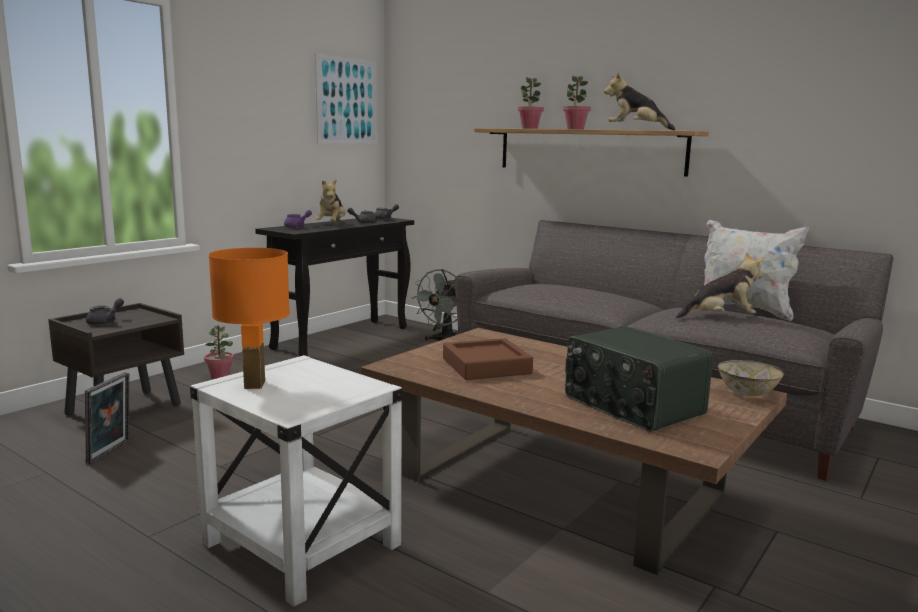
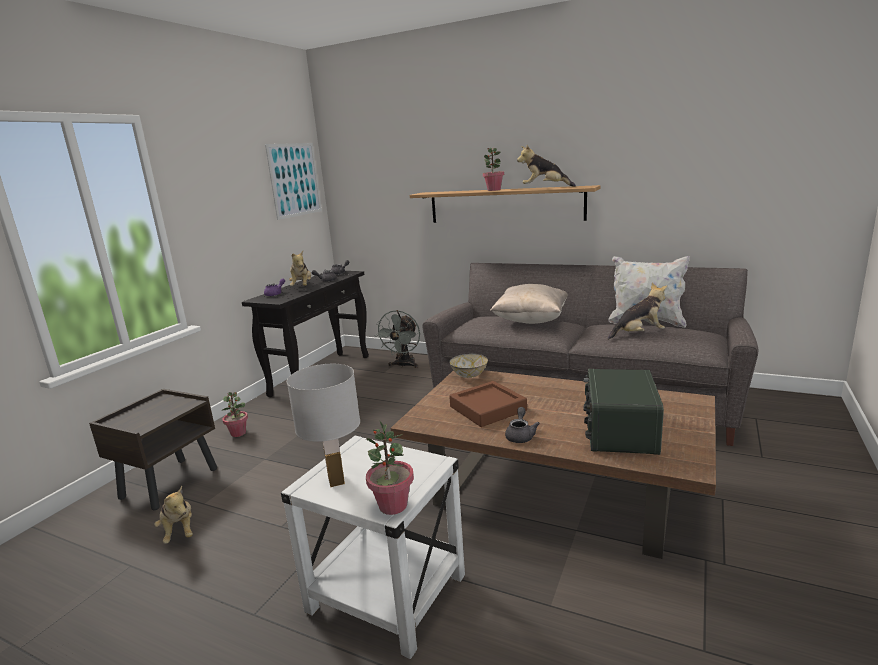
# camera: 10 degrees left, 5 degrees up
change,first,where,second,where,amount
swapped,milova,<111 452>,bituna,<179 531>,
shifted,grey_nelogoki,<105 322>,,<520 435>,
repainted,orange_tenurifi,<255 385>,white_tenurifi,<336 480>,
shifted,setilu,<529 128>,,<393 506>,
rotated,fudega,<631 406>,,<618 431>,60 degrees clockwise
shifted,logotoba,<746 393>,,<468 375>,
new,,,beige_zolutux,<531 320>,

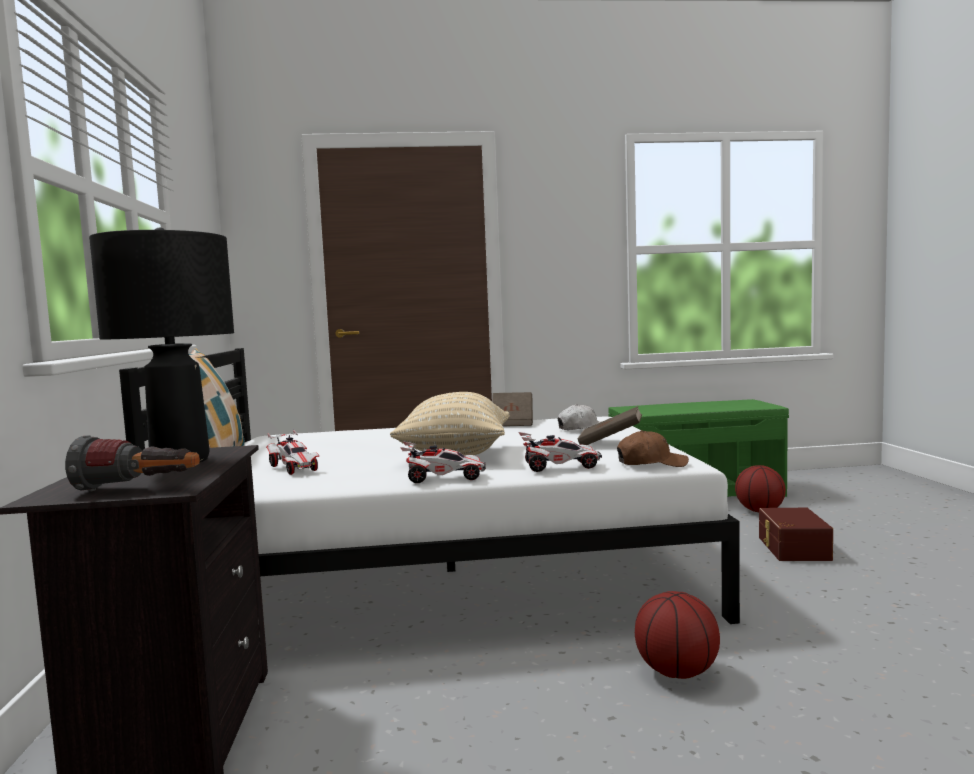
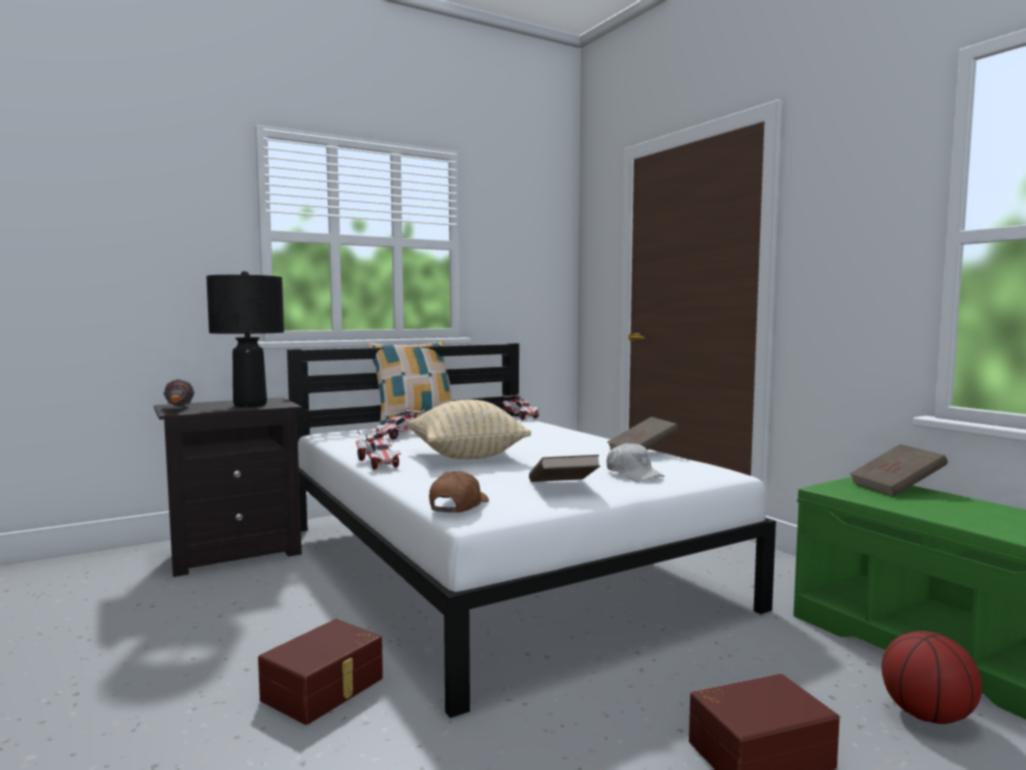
# camera: 65 degrees right, 0 degrees up
change,first,where,second,where,amount
shifted,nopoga,<560 467>,,<521 416>,
rotated,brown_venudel,<651 463>,,<458 506>,135 degrees counterclockwise
swapped,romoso,<676 672>,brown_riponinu,<325 689>,
new,,,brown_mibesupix,<896 487>,

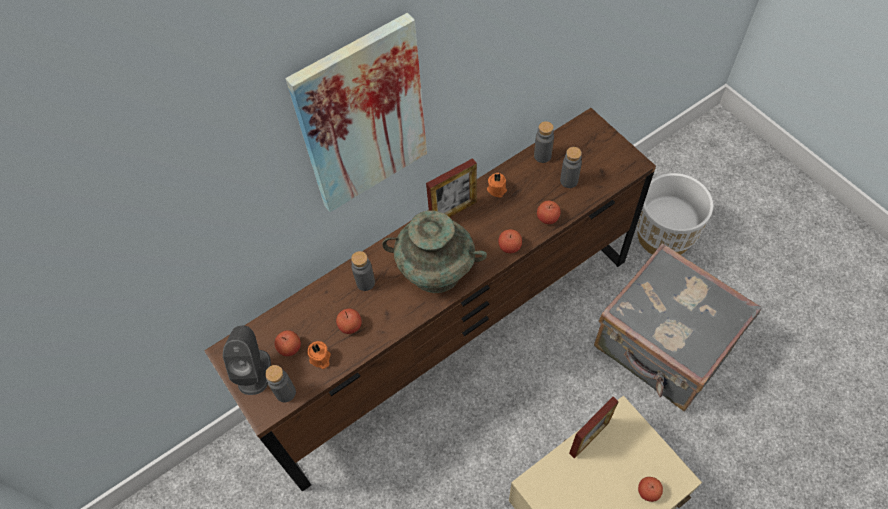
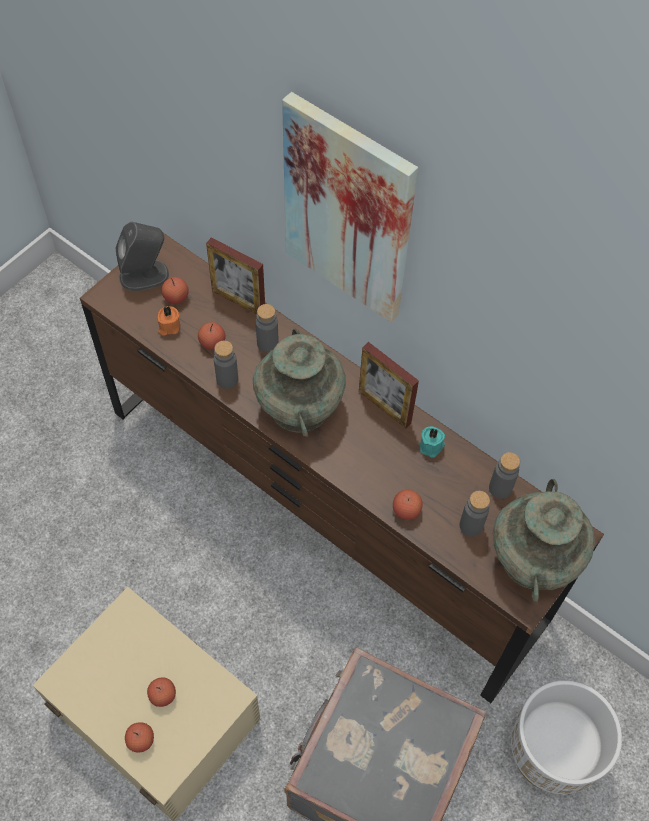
# camera: 70 degrees right, 0 degrees up
change,first,where,second,where,amount
shifted,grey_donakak,<285 392>,,<227 379>,
repainted,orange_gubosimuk,<497 189>,turquoise_gubosimuk,<432 446>,
shifted,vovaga,<509 246>,,<163 695>,
shifted,milova,<589 438>,,<238 301>,
new,,,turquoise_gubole,<533 559>,

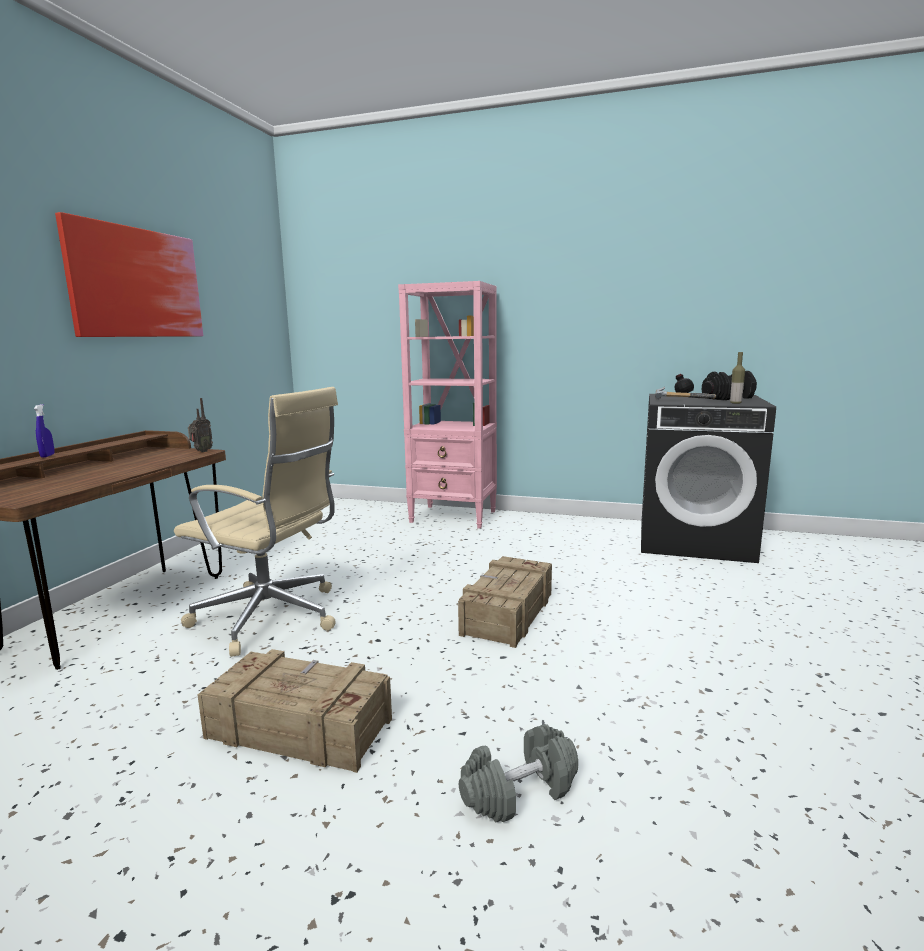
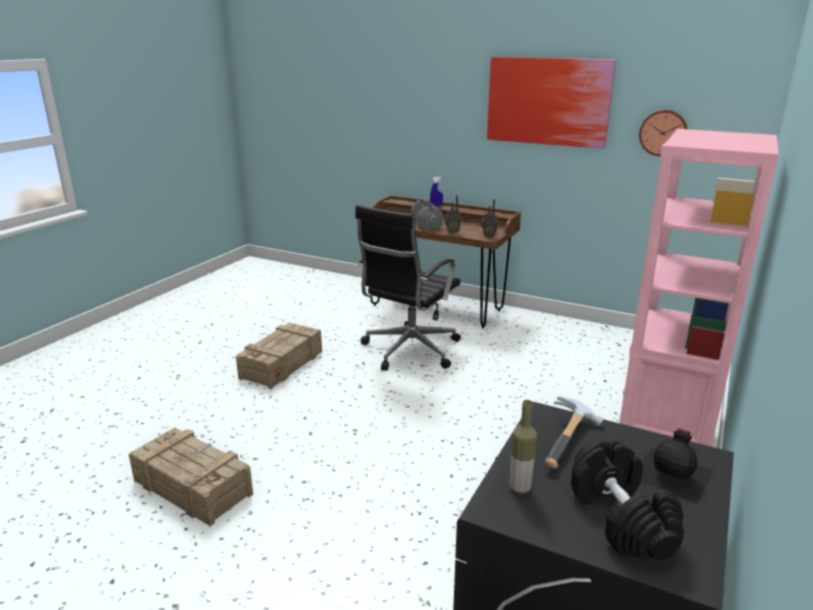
# camera: 100 degrees right, 10 degrees up
change,first,where,second,where,amount
repainted,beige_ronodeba,<272 618>,black_ronodeba,<409 350>,
shifted,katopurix,<507 614>,,<193 486>,
shifted,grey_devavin,<519 792>,,<426 224>,
new,,,fudega,<452 232>,
new,,,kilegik,<663 132>,

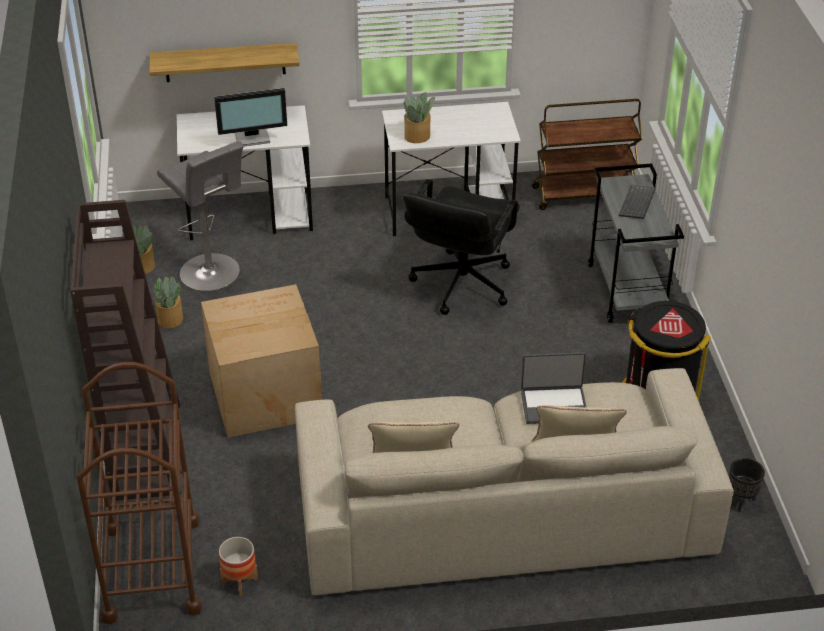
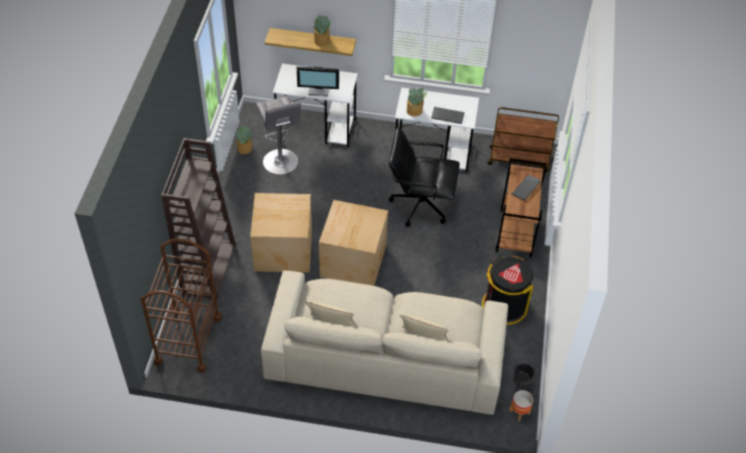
# camera: 15 degrees right, 10 degrees up
change,first,where,second,where,amount
shifted,setilu,<170 319>,,<321 41>,
shifted,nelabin,<240 581>,,<519 412>,
rotated,black_ronodeba,<460 284>,,<420 204>,60 degrees clockwise
gone,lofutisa,<554 405>,,,
repainted,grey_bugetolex,<627 291>,brown_bugetolex,<516 233>,
new,,,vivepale,<352 261>,
new,,,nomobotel,<448 115>,

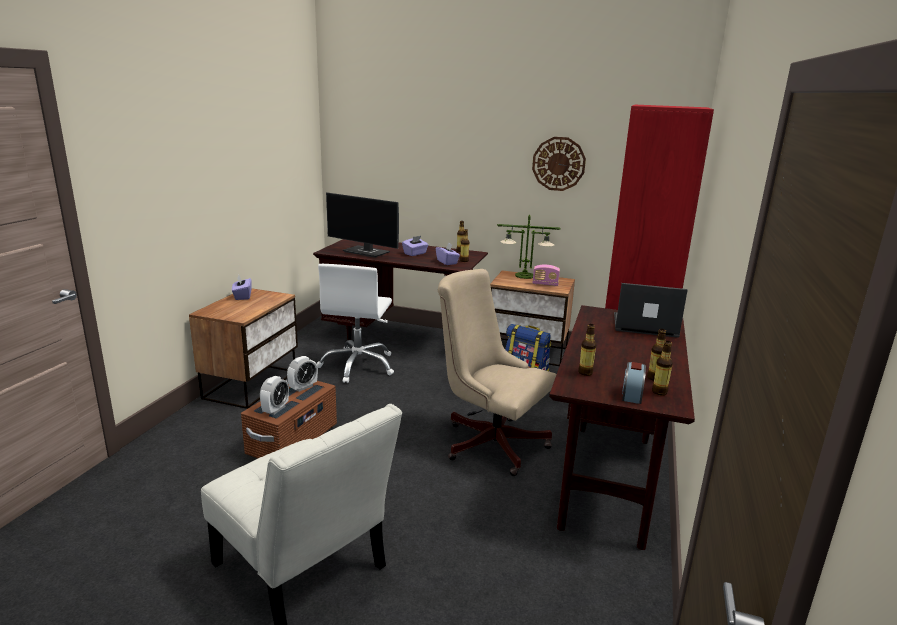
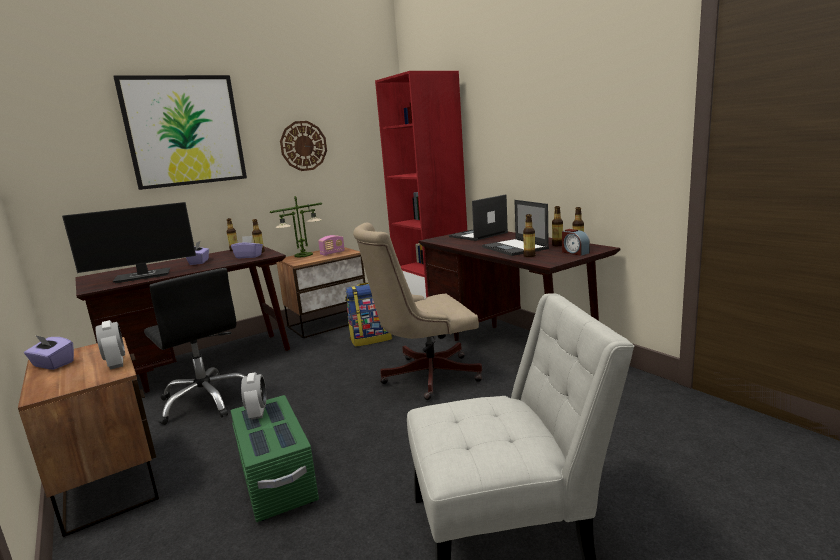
# camera: 50 degrees left, 5 degrees down
change,first,where,second,where,amount
repainted,brown_riponinu,<293 440>,green_riponinu,<277 479>,
shifted,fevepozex,<275 409>,,<116 364>,
repainted,white_ronodeba,<358 365>,black_ronodeba,<206 400>,
new,,,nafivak,<184 131>,
new,,,lofutisa,<515 248>,

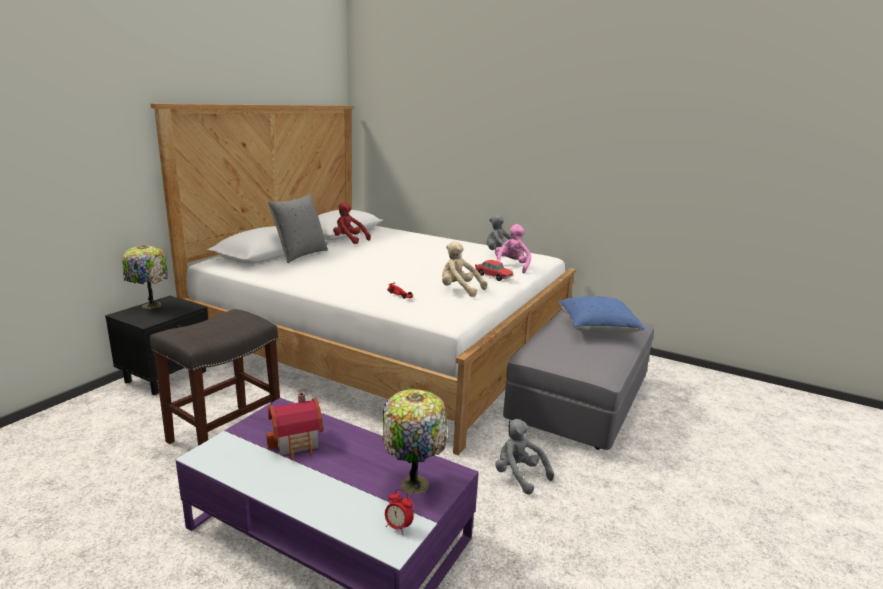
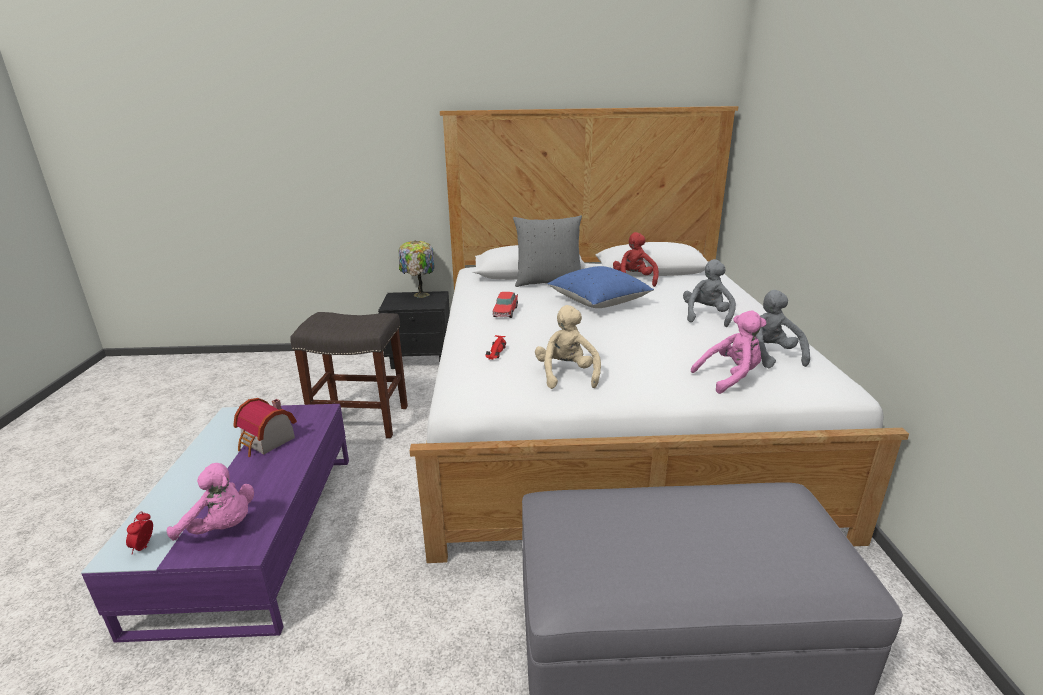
# camera: 60 degrees right, 5 degrees up
change,first,where,second,where,amount
swapped,tenurifi,<413 483>,pink_bituna,<222 528>,
shifted,nopoga,<493 276>,,<505 312>,
shifted,grey_bituna,<519 475>,,<706 316>,
shifted,blue_zolutux,<597 328>,,<598 302>,

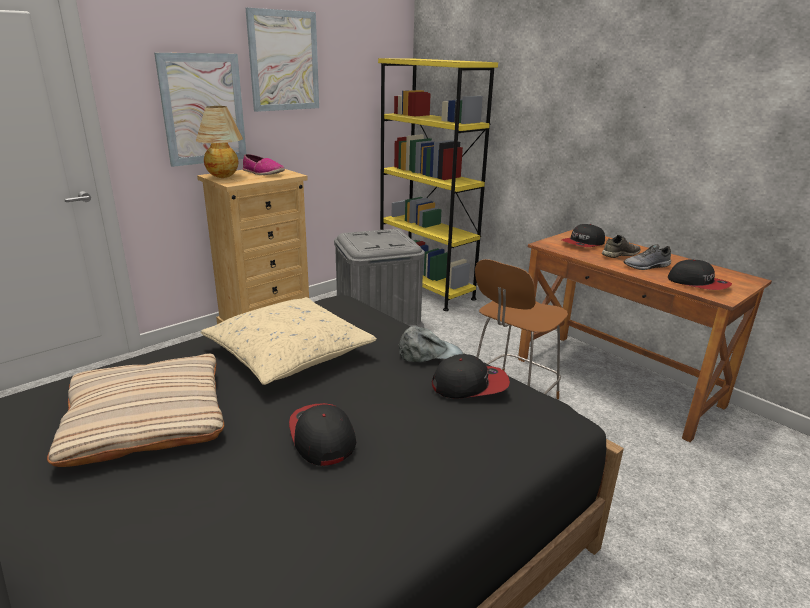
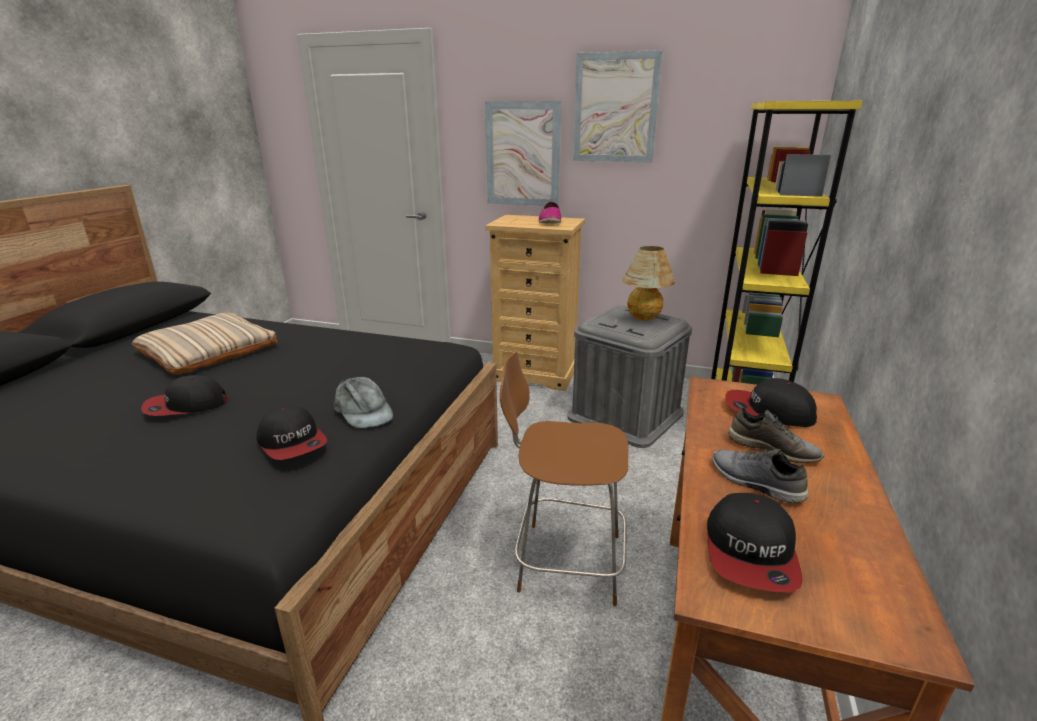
# camera: 60 degrees right, 0 degrees up
change,first,where,second,where,amount
shifted,tenurifi,<223 177>,,<644 319>,
gone,beige_zolutux,<289 353>,,,
rotated,venudel,<321 436>,,<186 405>,150 degrees counterclockwise

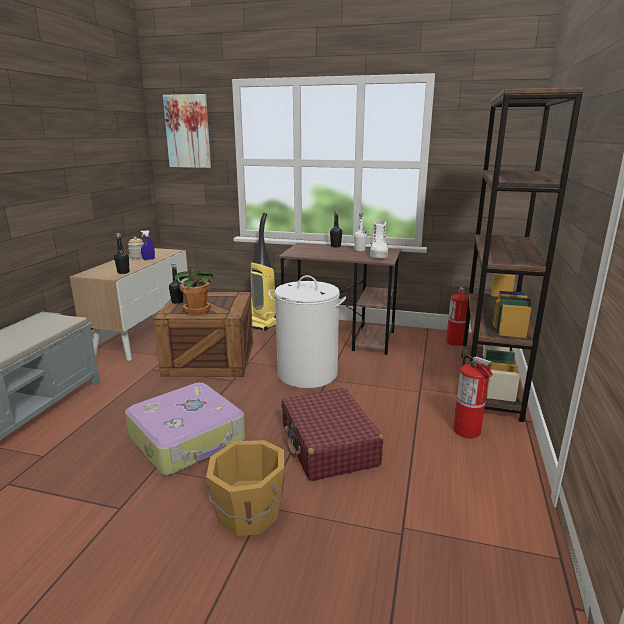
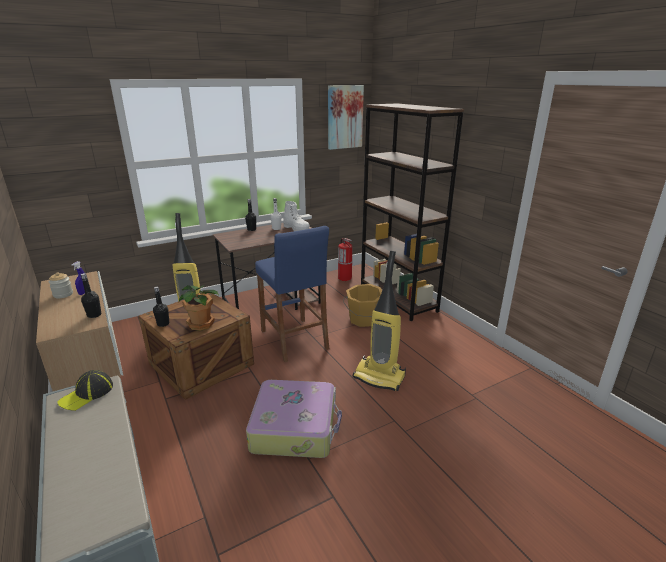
# camera: 45 degrees left, 5 degrees up
change,first,where,second,where,amount
shifted,nafivak,<188 131>,,<344 117>,
shifted,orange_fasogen,<248 514>,,<363 319>,
swapped,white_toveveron,<307 374>,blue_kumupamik,<294 340>,
swapped,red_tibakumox,<328 445>,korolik,<380 377>,
gone,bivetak,<467 431>,,,
new,,,venudel,<87 394>,

